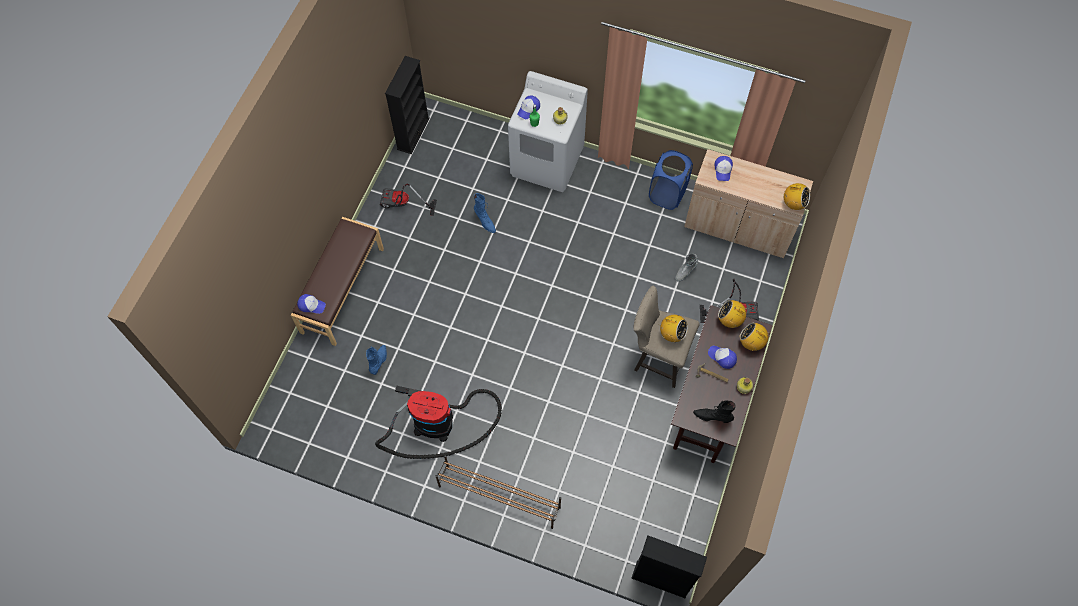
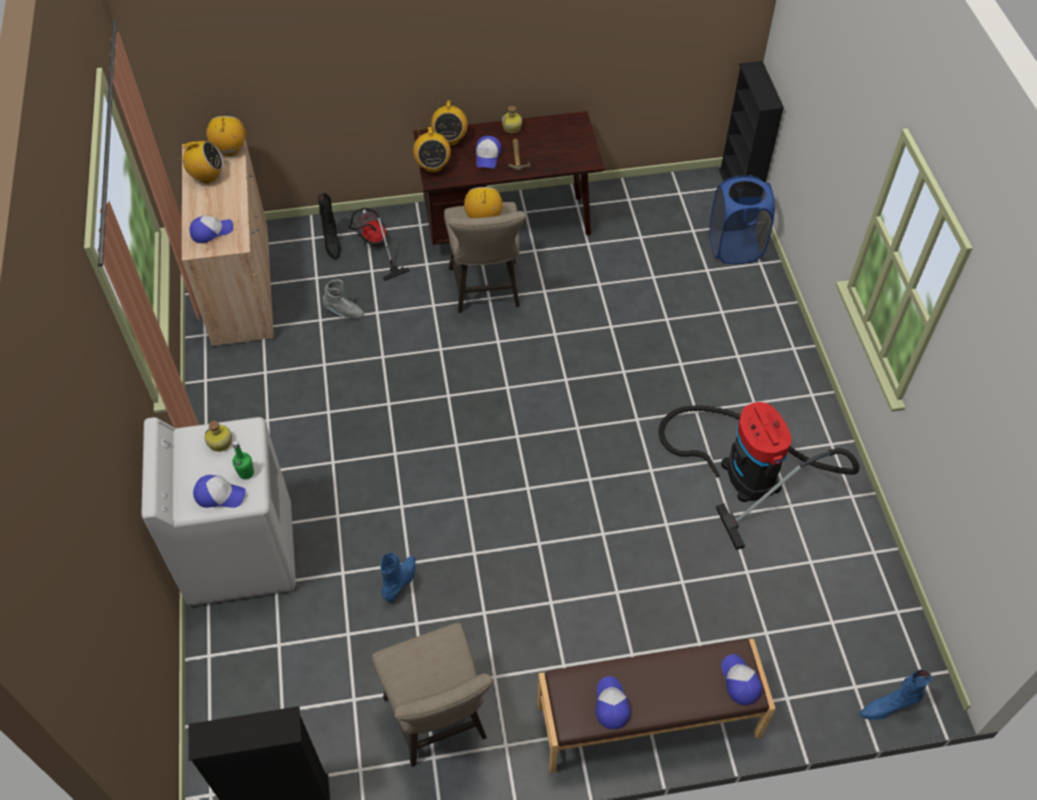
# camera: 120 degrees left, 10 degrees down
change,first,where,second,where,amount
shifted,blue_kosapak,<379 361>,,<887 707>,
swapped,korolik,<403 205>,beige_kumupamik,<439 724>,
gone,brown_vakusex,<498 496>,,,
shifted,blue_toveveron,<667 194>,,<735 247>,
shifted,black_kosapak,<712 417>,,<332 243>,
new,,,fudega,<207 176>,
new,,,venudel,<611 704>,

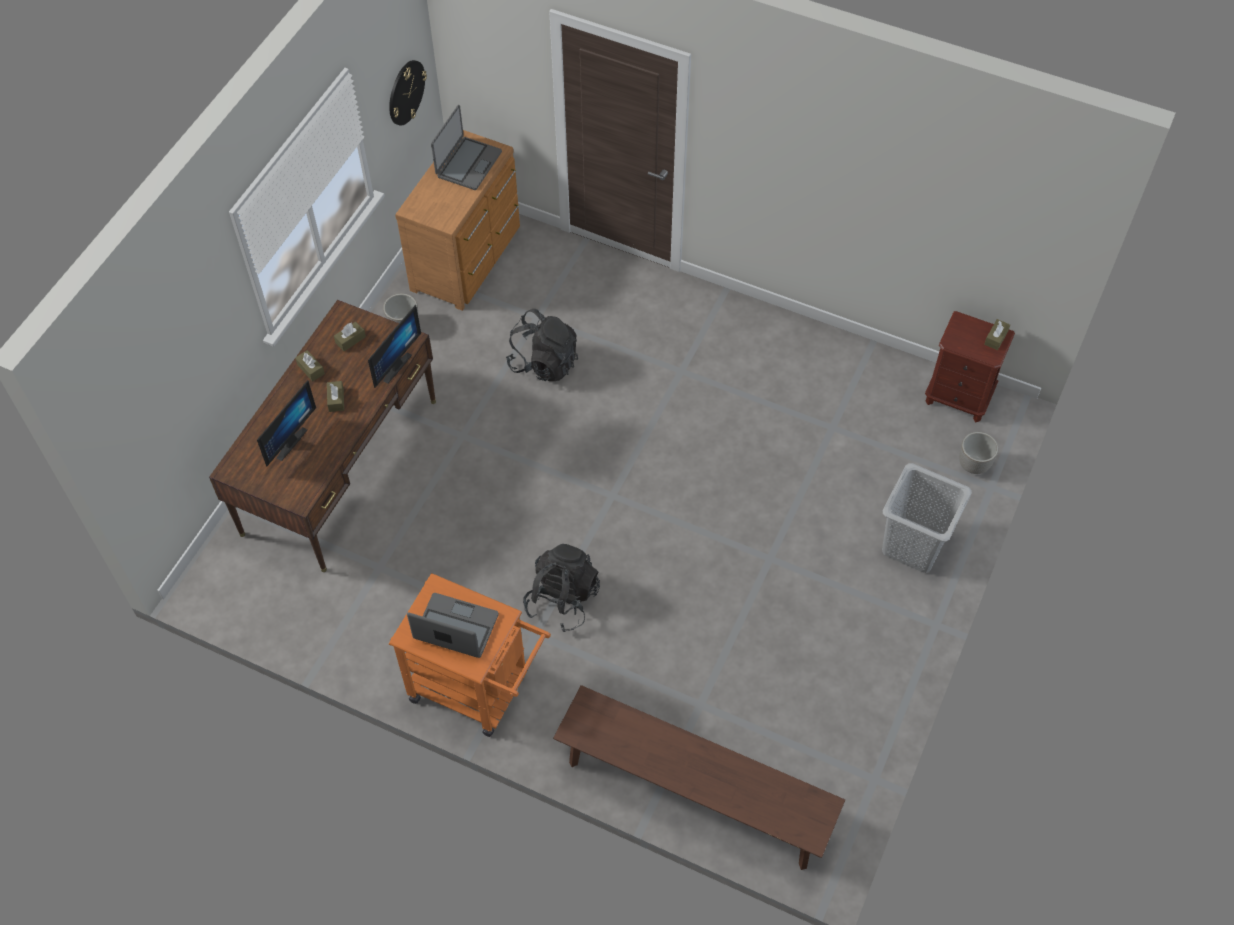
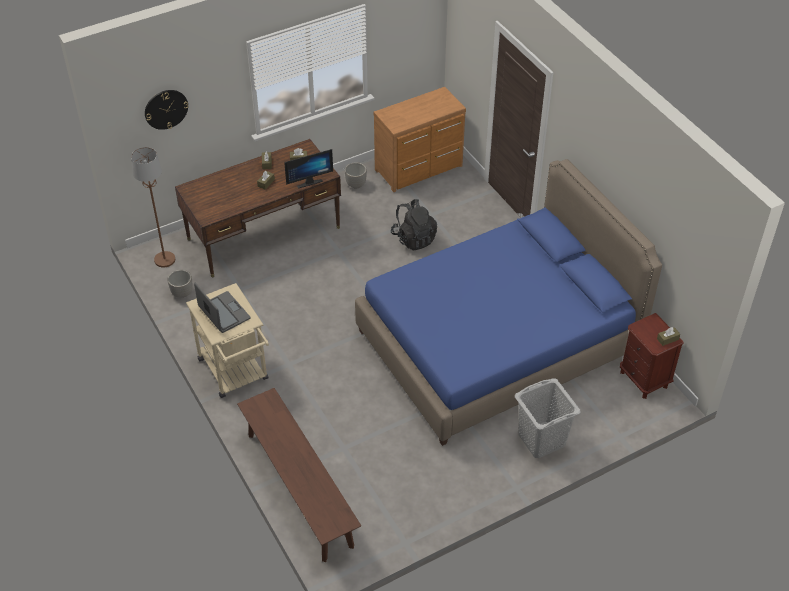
# camera: 35 degrees right, 10 degrees down
change,first,where,second,where,amount
gone,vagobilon,<287 441>,,,
shifted,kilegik,<406 92>,,<166 109>,
repainted,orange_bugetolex,<478 690>,beige_bugetolex,<236 373>,
gone,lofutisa,<468 164>,,,
gone,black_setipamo,<562 599>,,,
shifted,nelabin,<973 465>,,<182 293>,
new,,,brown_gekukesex,<164 259>,
new,,,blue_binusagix,<497 342>,

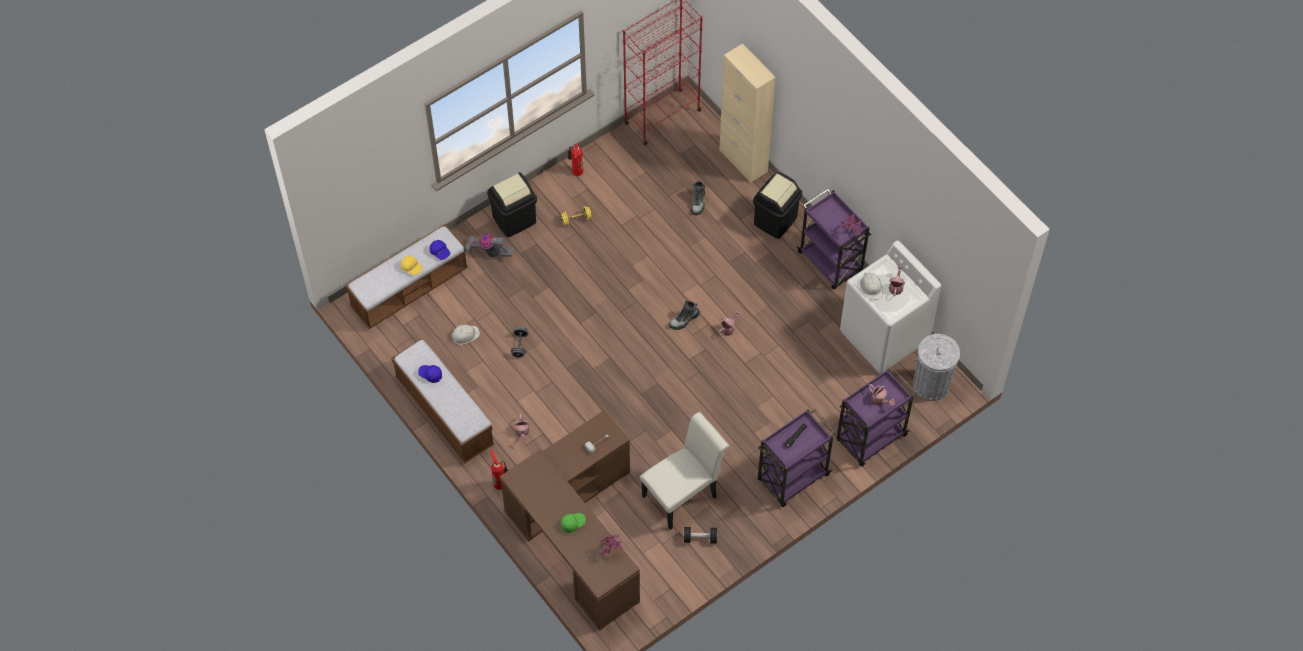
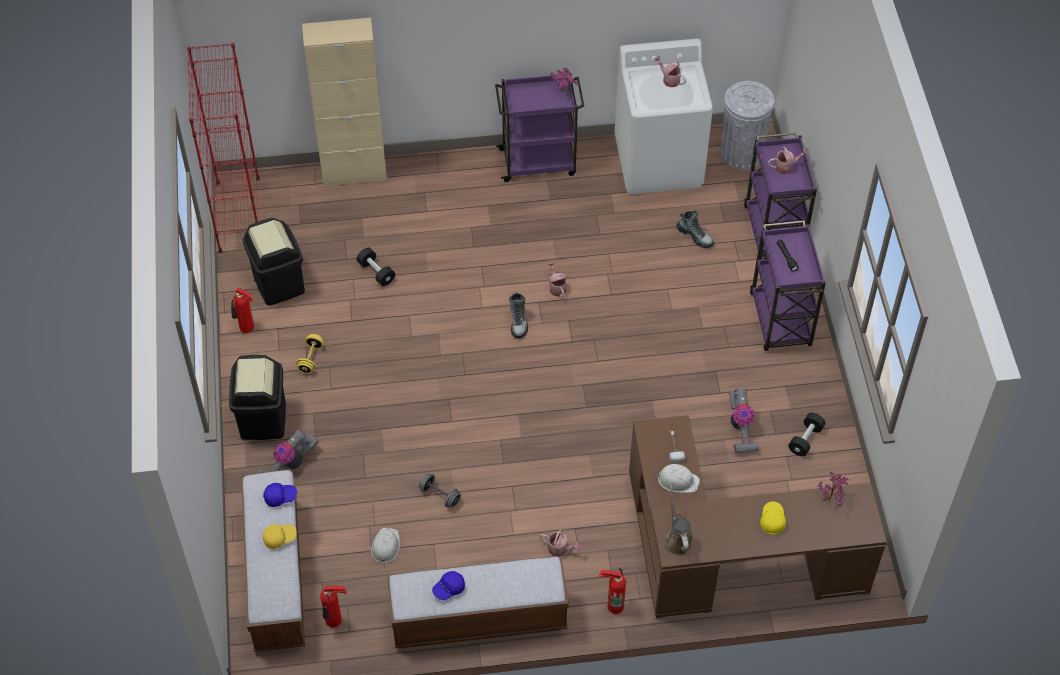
# camera: 60 degrees left, 5 degrees down
change,first,where,second,where,amount
repainted,green_venudel,<573 523>,yellow_venudel,<772 520>,
swapped,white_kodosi,<683 494>,korolik,<740 428>,
shifted,kosapak,<698 202>,,<695 236>,
shifted,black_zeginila,<775 220>,,<278 284>,
shifted,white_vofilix,<871 287>,,<677 480>,
new,,,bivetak,<334 621>,
new,,,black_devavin,<376 272>,
new,,,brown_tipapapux,<677 538>,

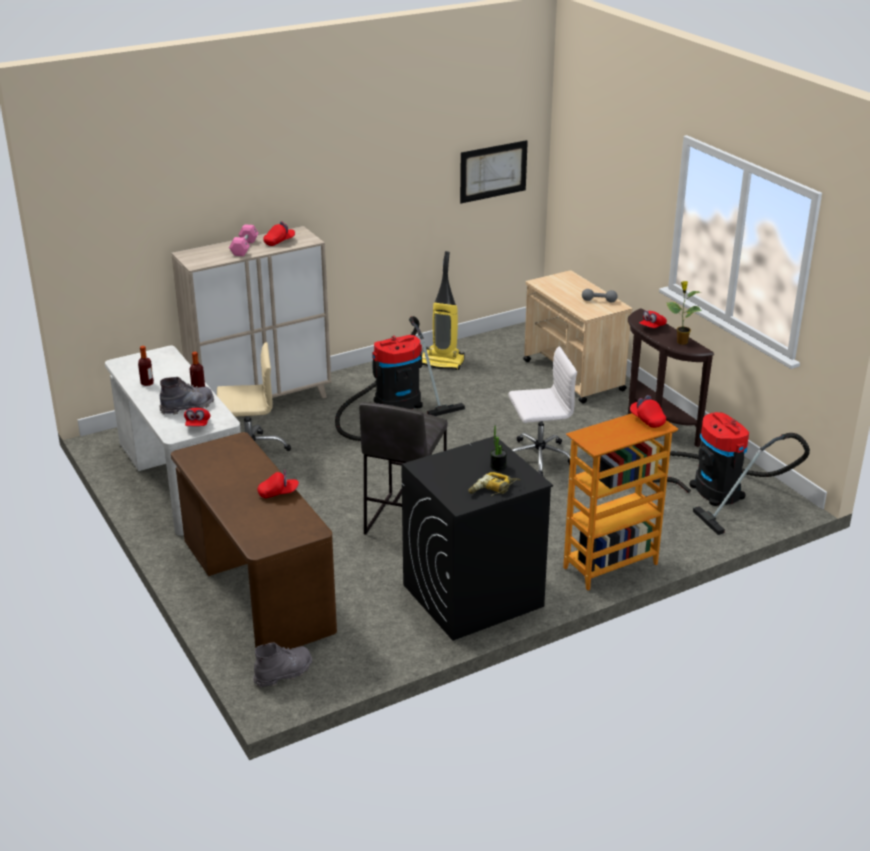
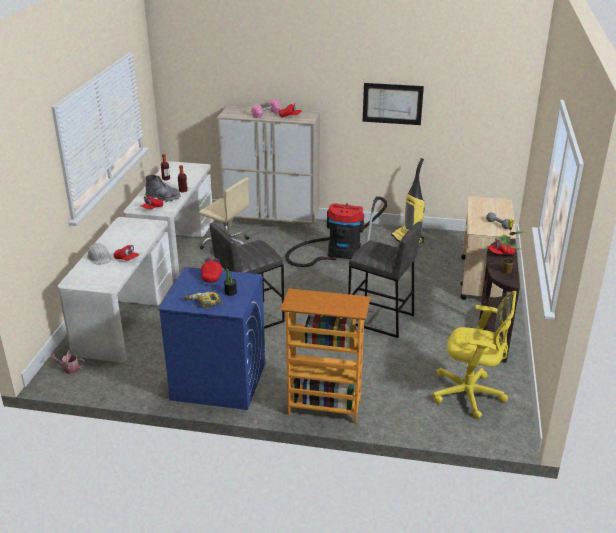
# camera: 40 degrees right, 0 degrees up
change,first,where,second,where,amount
repainted,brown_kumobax,<255 586>,white_kumobax,<125 317>,
swapped,grey_kosapak,<284 673>,tipapapux,<69 369>,
repainted,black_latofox,<472 596>,blue_latofox,<218 381>,
shifted,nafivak,<493 171>,,<392 104>,
swapped,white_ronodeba,<538 457>,grey_kumupamik,<381 319>,
shifted,red_venudel,<647 420>,,<212 276>,
swapped,korolik,<711 488>,yellow_ronodeba,<470 395>,
new,,,white_vofilix,<99 257>,

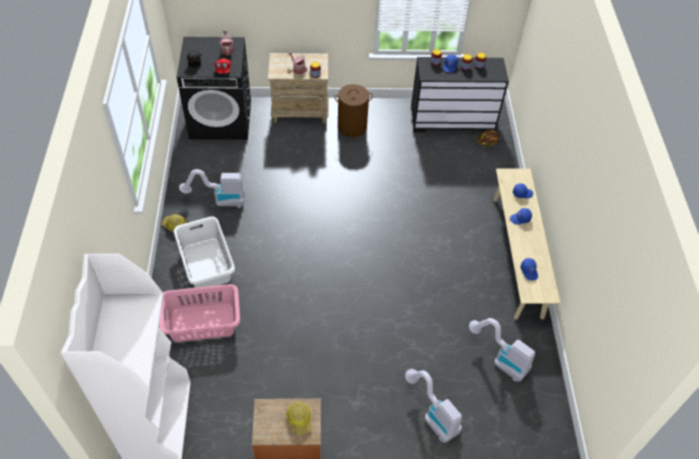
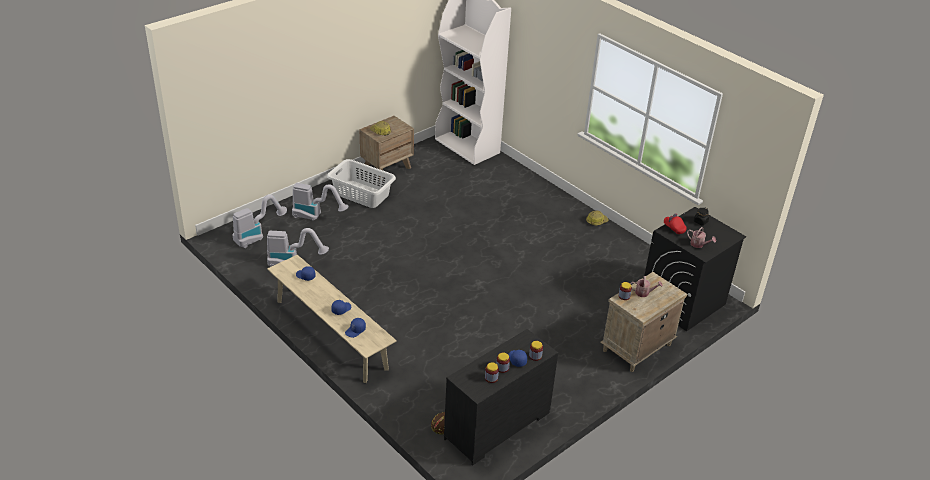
# camera: 140 degrees right, 15 degrees down
change,first,where,second,where,amount
gone,pink_toveveron,<202 322>,,,
shifted,white_toveveron,<206 264>,,<361 194>,
shifted,korolik,<219 200>,,<257 236>,
gone,brown_toveveron,<352 126>,,,

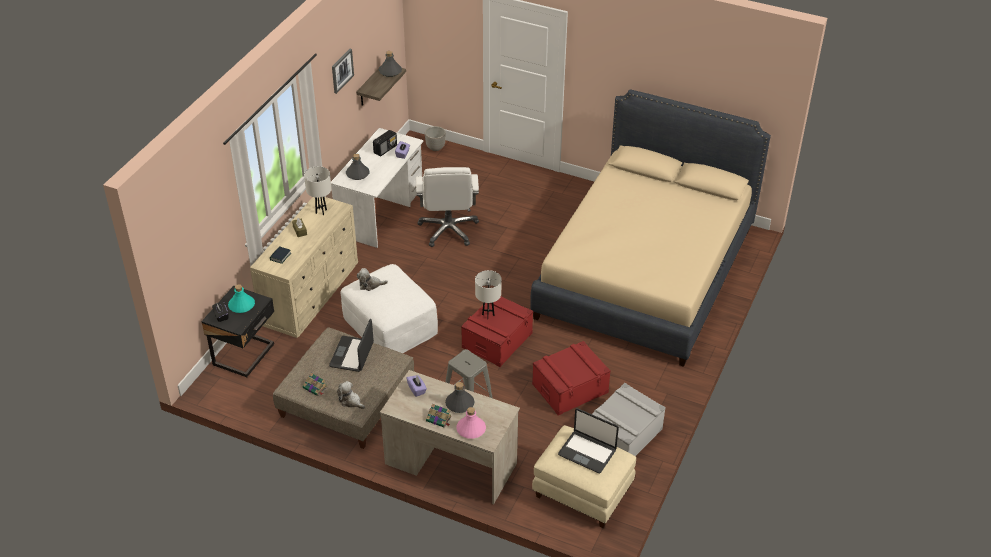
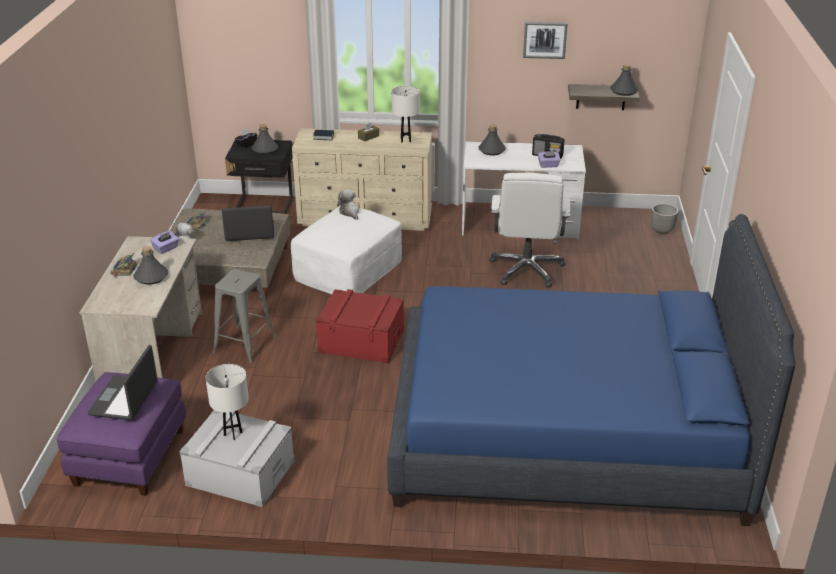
# camera: 70 degrees right, 10 degrees down
change,first,where,second,where,amount
repainted,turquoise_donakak,<241 305>,grey_donakak,<265 149>,
rotated,white_ronodeba,<448 230>,,<526 269>,60 degrees counterclockwise
gone,pink_donakak,<471 429>,,,
shifted,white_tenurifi,<488 315>,,<233 433>,
repainted,beige_binusagix,<645 272>,blue_binusagix,<566 434>,
gone,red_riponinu,<570 388>,,,
repainted,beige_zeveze,<583 492>,purple_zeveze,<131 458>,

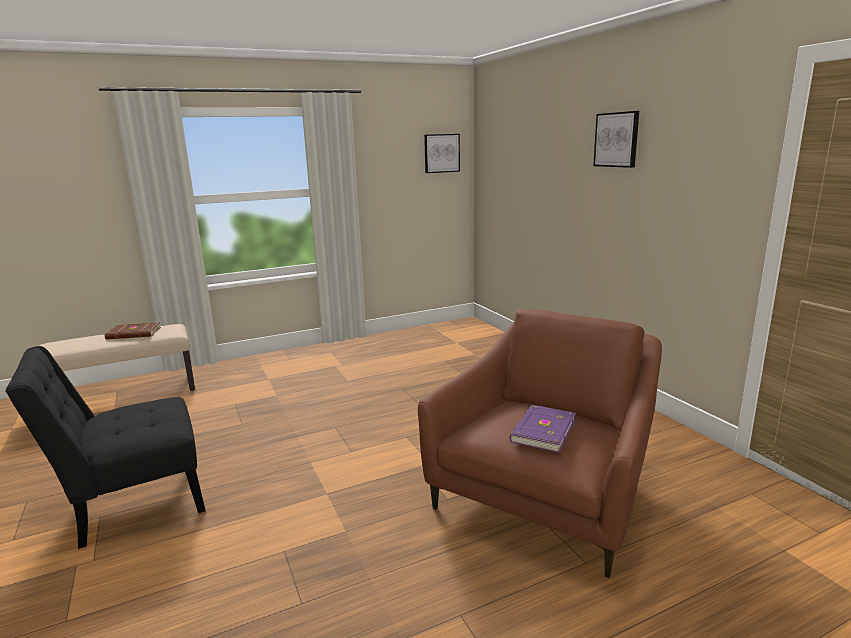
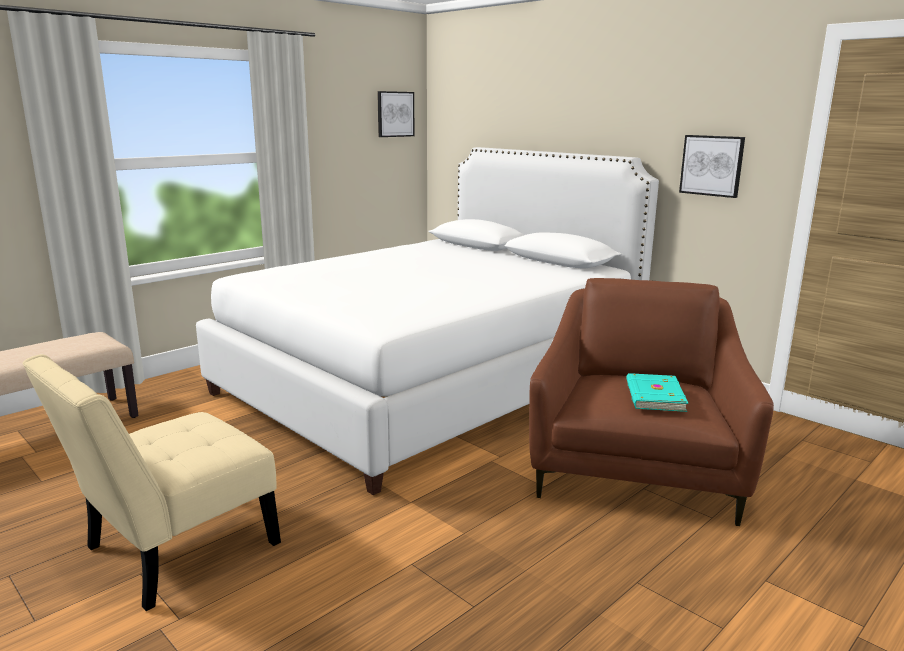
# camera: 20 degrees left, 0 degrees up
change,first,where,second,where,amount
repainted,black_kodosi,<133 502>,beige_kodosi,<173 550>,
gone,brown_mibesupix,<134 334>,,,
repainted,purple_mibesupix,<542 431>,turquoise_mibesupix,<653 396>,
shifted,nafivak,<616 139>,,<712 165>,
new,,,white_binusagix,<432 381>,

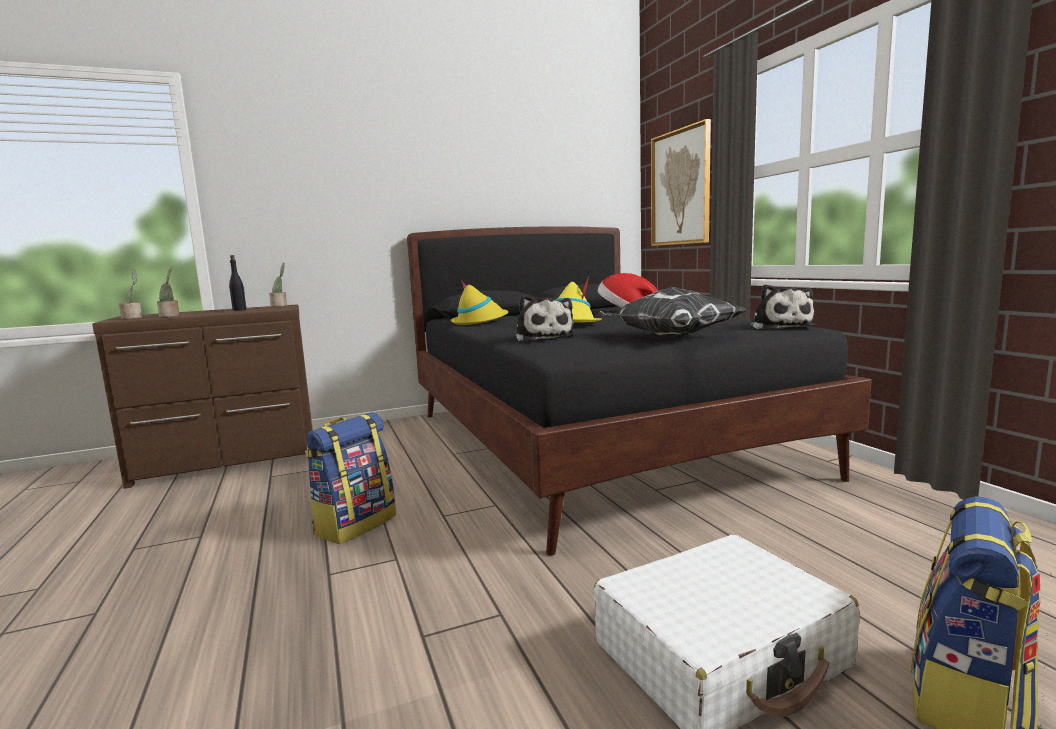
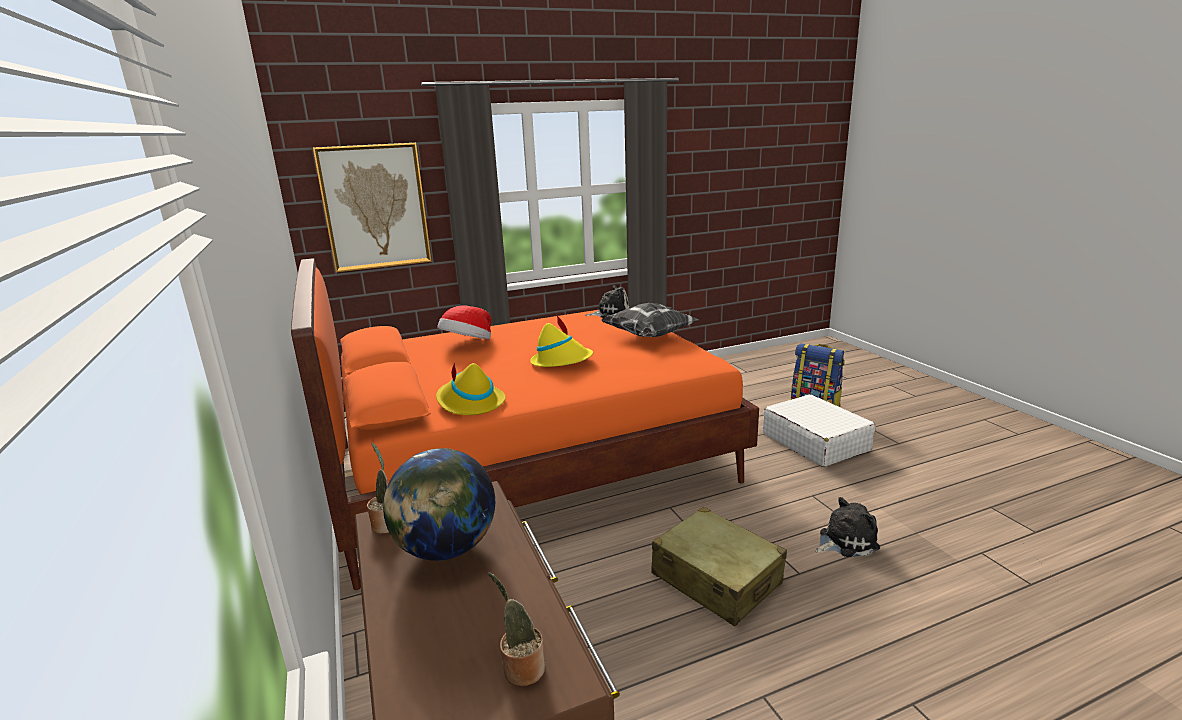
# camera: 90 degrees left, 10 degrees up
change,first,where,second,where,amount
gone,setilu,<170 316>,,,
swapped,black_donakak,<239 310>,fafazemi,<446 549>,
swapped,setipamo,<355 524>,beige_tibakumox,<716 579>,
repainted,black_binusagix,<595 441>,orange_binusagix,<528 463>,
shifted,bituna,<543 337>,,<845 541>,

